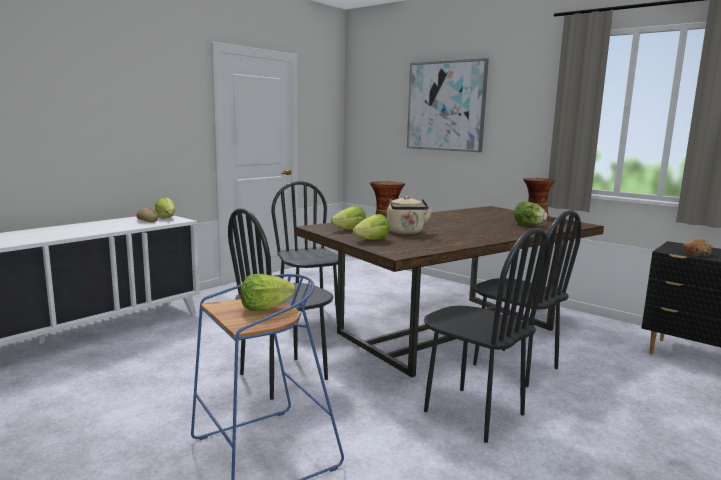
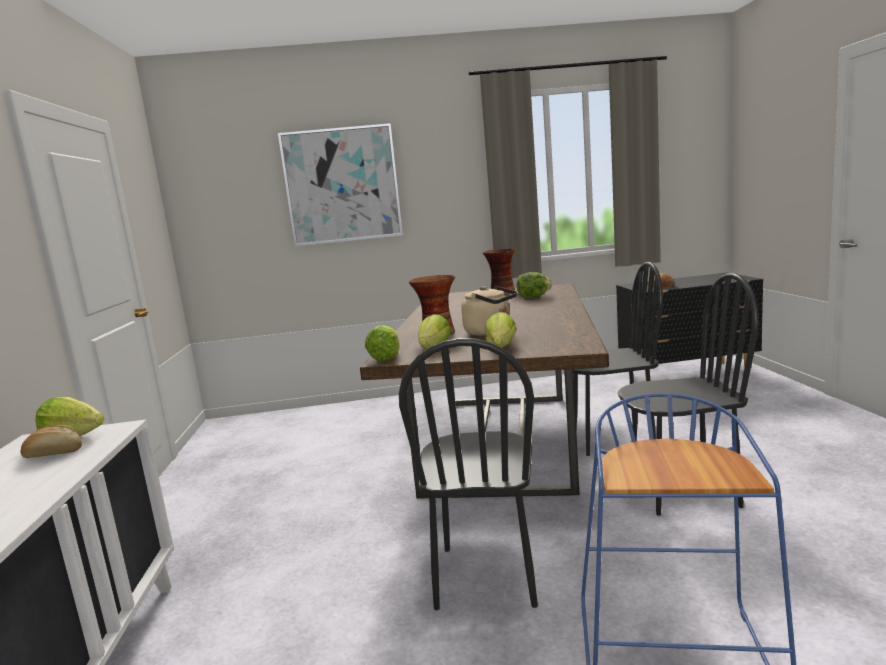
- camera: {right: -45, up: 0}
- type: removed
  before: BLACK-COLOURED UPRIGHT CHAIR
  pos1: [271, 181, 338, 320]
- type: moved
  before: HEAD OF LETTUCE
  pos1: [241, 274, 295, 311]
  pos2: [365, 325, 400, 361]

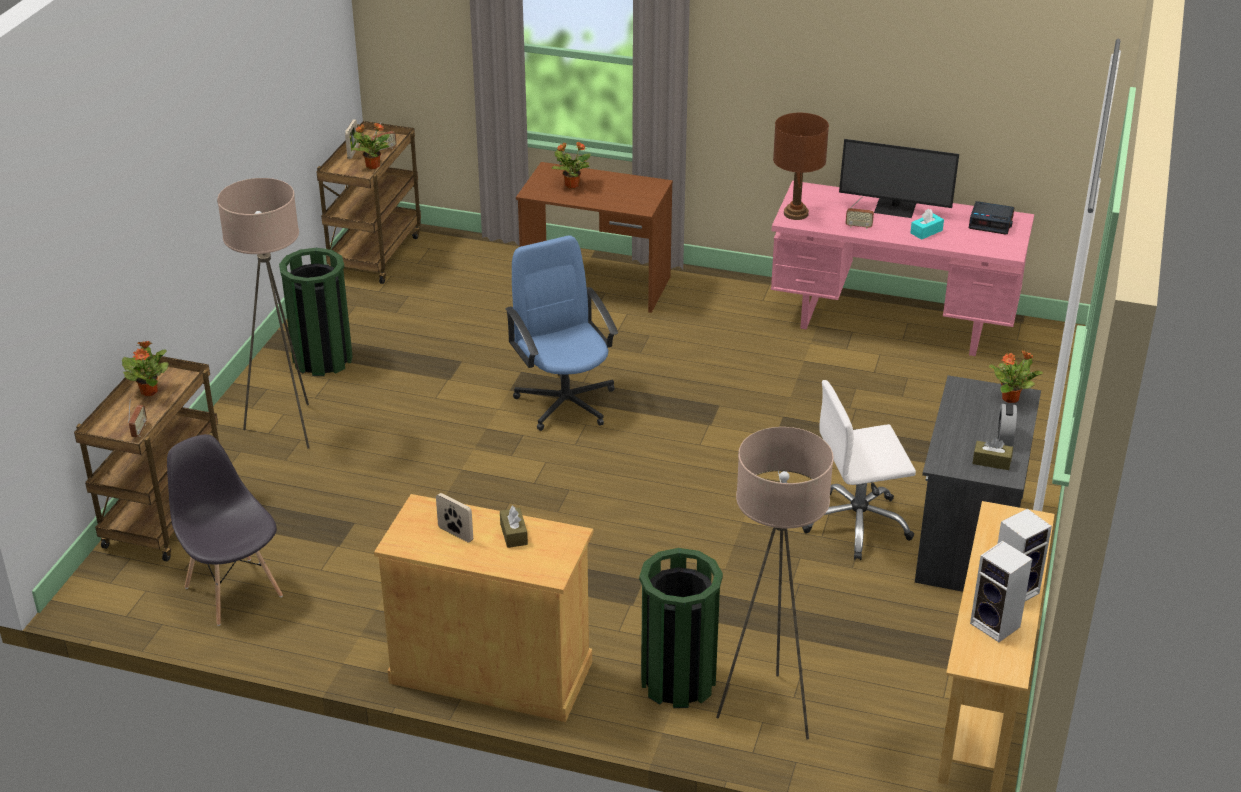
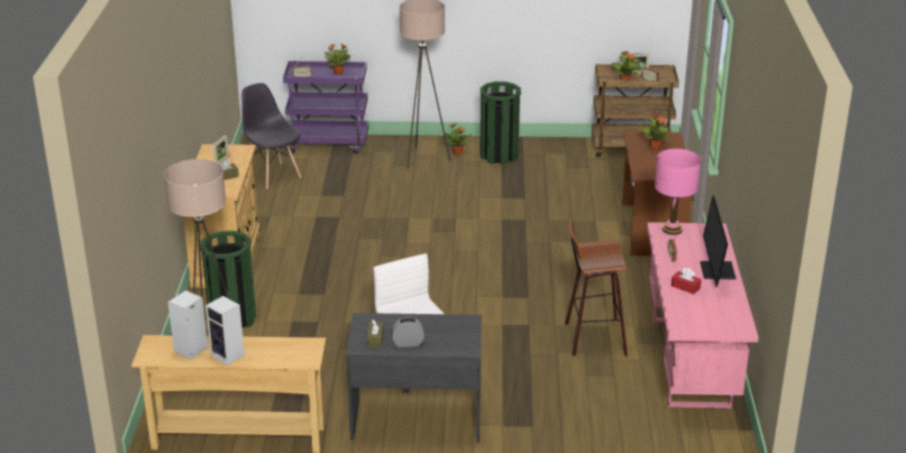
- camera: {right: 75, up: -5}
- type: recoloured
  before: BROWN TABLE LAMP
  after: PINK-COLOURED TABLE LAMP
  pos1: [773, 113, 829, 220]
  pos2: [655, 149, 701, 235]
- type: removed
  before: ALARM CLOCK
  pos1: [969, 201, 1015, 235]
- type: recoloured
  before: TURQUOISE TISSUE BOX
  after: REDDISH TISSUE BOX
  pos1: [910, 209, 944, 240]
  pos2: [671, 268, 701, 294]
- type: removed
  before: BLUE OFFICE CHAIR
  pos1: [505, 235, 618, 431]
- type: moved
  before: POTTED PLANT
  pos1: [989, 351, 1043, 403]
  pos2: [445, 123, 471, 155]
- type: recoloured
  before: BROWN CART
  after: PURPLISH CART
  pos1: [74, 355, 219, 561]
  pos2: [283, 61, 369, 154]
- type: turned
  before: GRAY UPRIGHT CHAIR
  pos1: [167, 434, 283, 626]
  pos2: [242, 83, 301, 189]
  turn: -75
- type: added
  after: SITTING STOOL
  pos2: [565, 219, 628, 357]

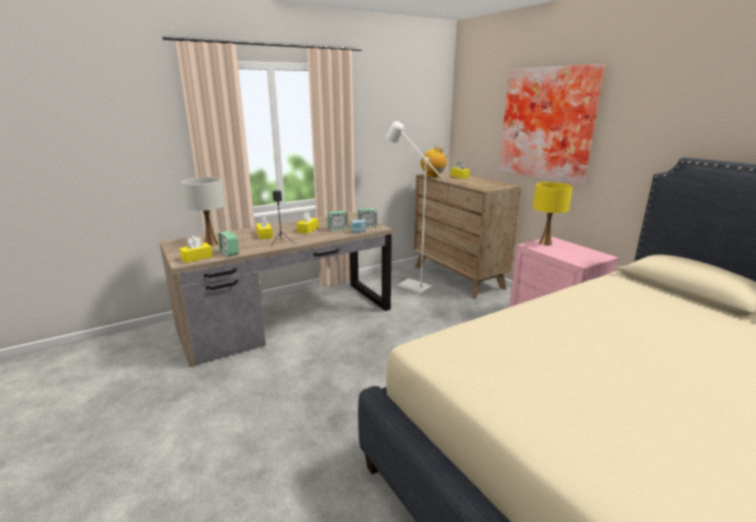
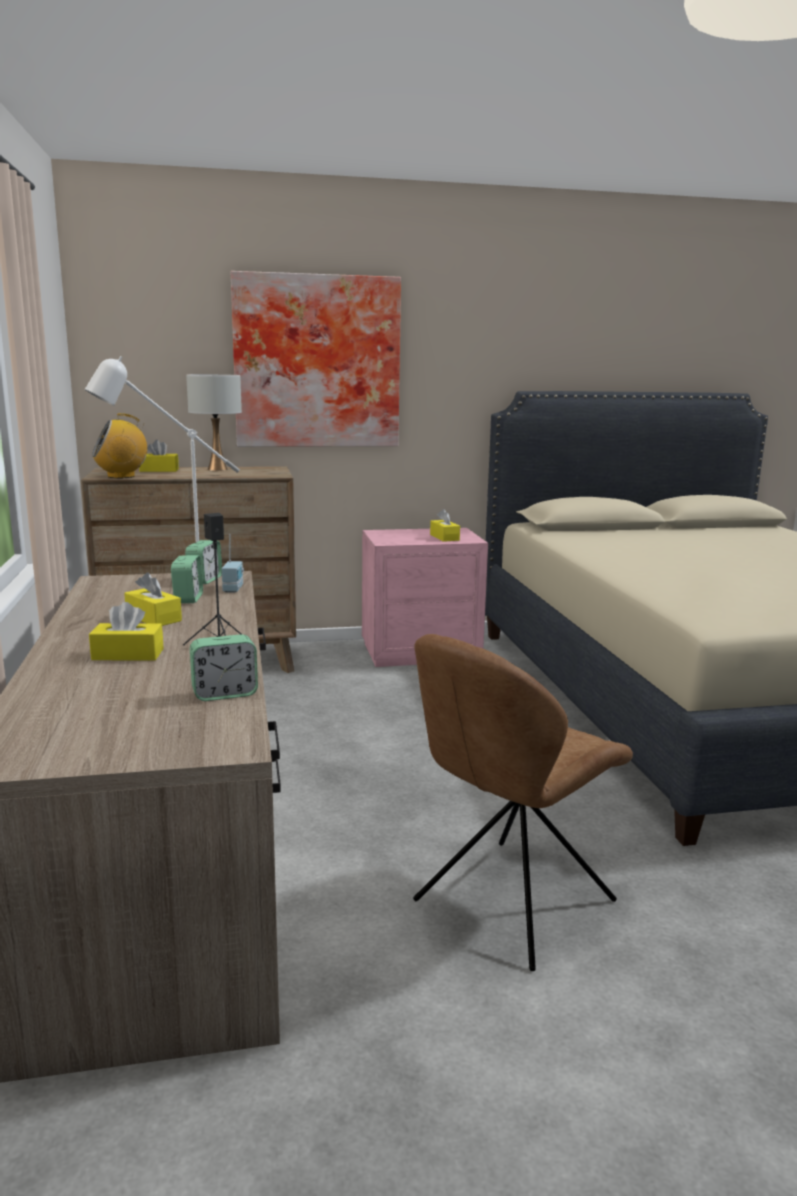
- camera: {right: -70, up: -5}
- type: moved
  before: WHITISH TABLE LAMP
  pos1: [181, 177, 225, 246]
  pos2: [186, 374, 242, 471]
- type: removed
  before: YELLOW-COLOURED TABLE LAMP
  pos1: [533, 182, 573, 246]
- type: moved
  before: YELLOW-COLOURED TISSUE BOX
  pos1: [179, 236, 213, 263]
  pos2: [430, 509, 460, 542]
- type: added
  after: BROWN UPRIGHT CHAIR
  pos2: [413, 634, 633, 971]

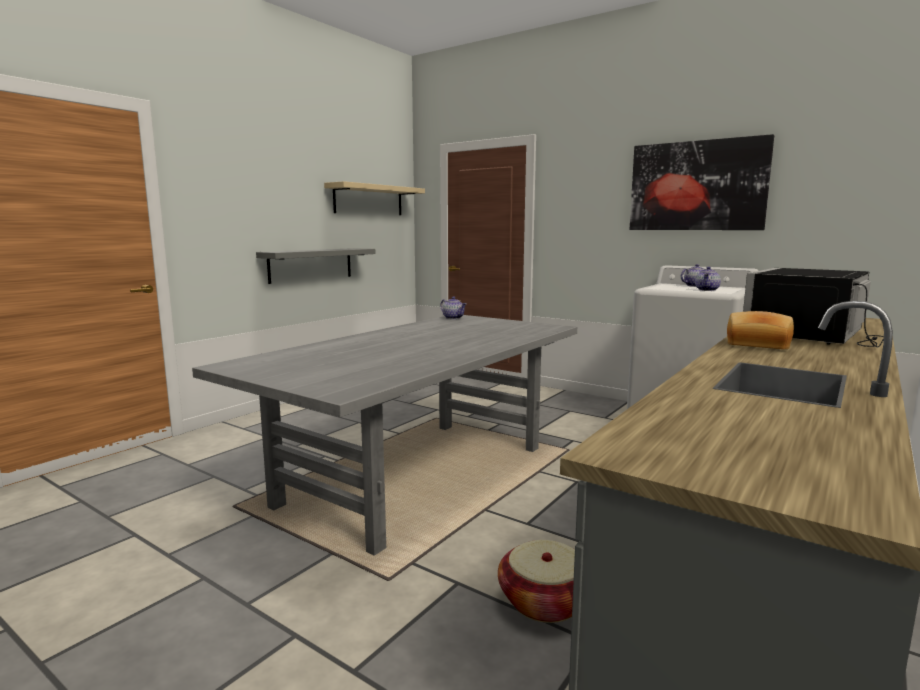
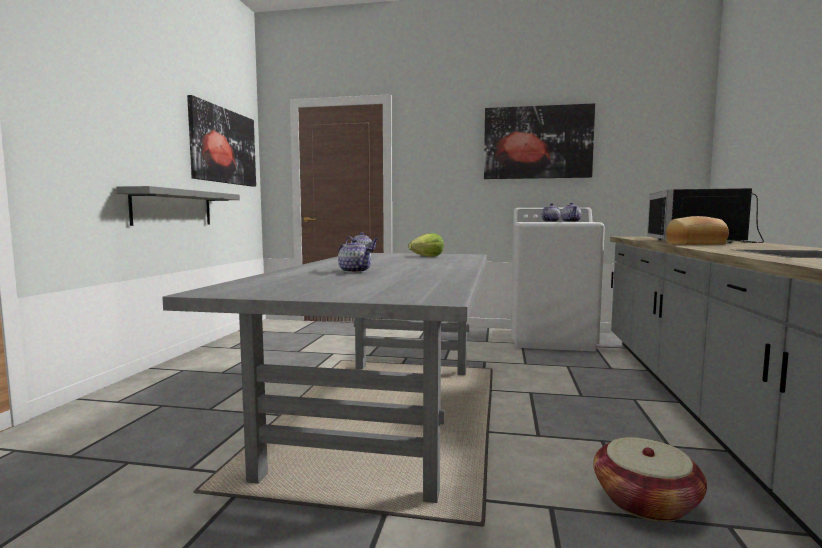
- camera: {right: -25, up: -5}
- type: replaced
  before: BEIGE BRACKET SHELF
  after: WALL PICTURE
  pos1: [324, 181, 425, 215]
  pos2: [187, 95, 256, 187]
- type: added
  after: HEAD OF LETTUCE
  pos2: [409, 233, 444, 257]
- type: added
  after: TEA POT
  pos2: [338, 239, 372, 273]

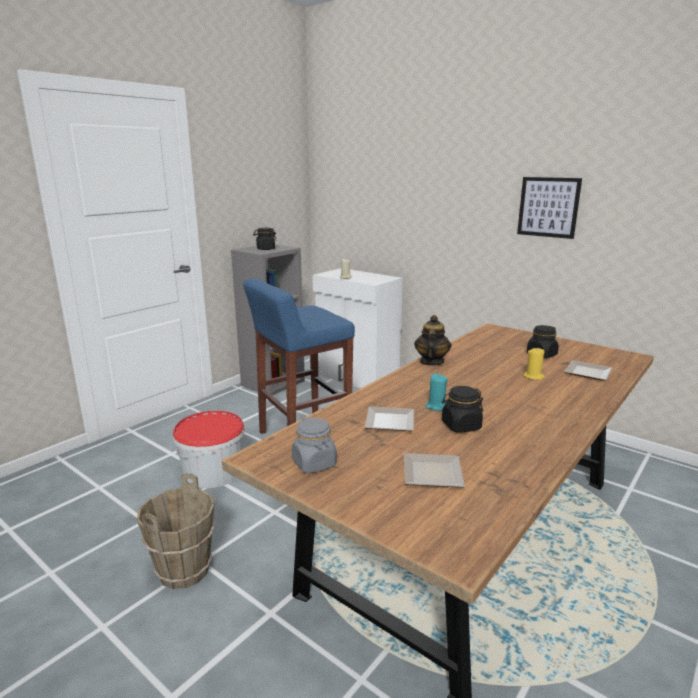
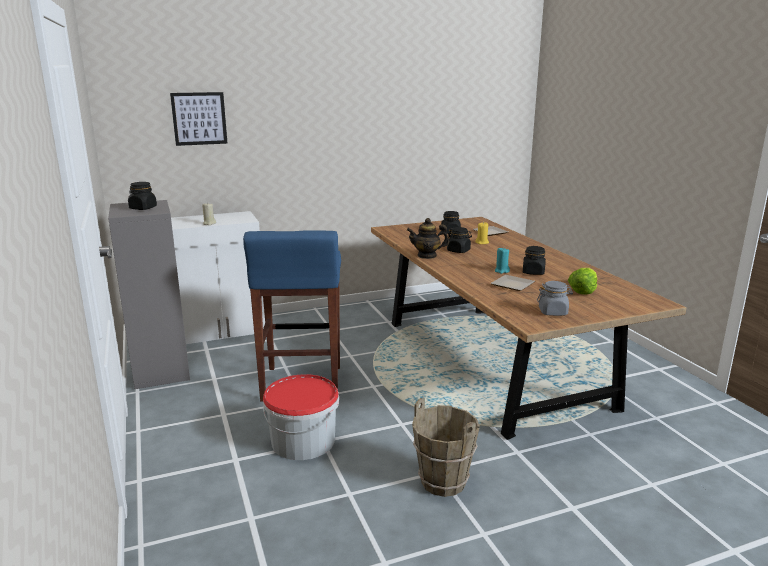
- camera: {right: -60, up: 0}
- type: moved
  before: WALL PICTURE
  pos1: [517, 177, 582, 239]
  pos2: [170, 92, 228, 146]
- type: turned
  before: TEA POT
  pos1: [414, 315, 452, 366]
  pos2: [407, 218, 449, 259]
  turn: -45
- type: replaced
  before: DINNER PLATE
  after: HEAD OF LETTUCE
  pos1: [404, 453, 465, 488]
  pos2: [568, 268, 597, 295]
- type: added
  after: BLACK-COLOURED JAR
  pos2: [447, 227, 472, 253]

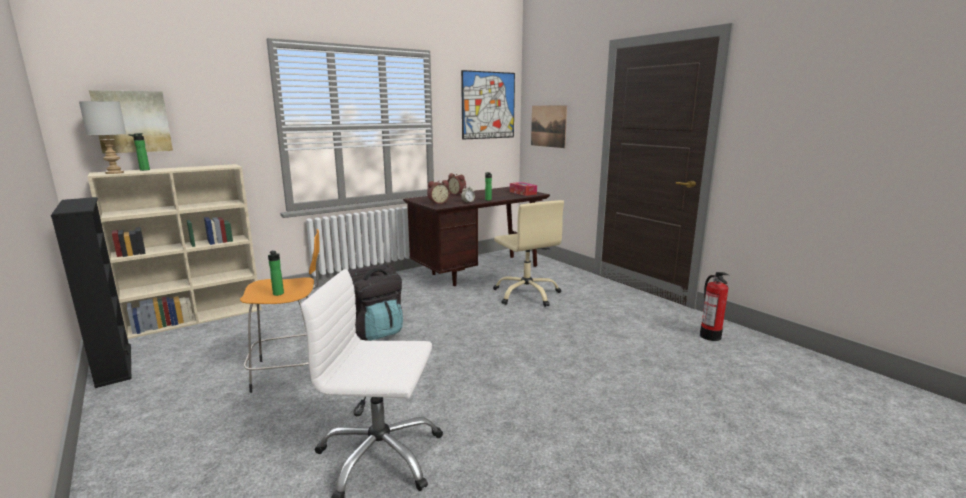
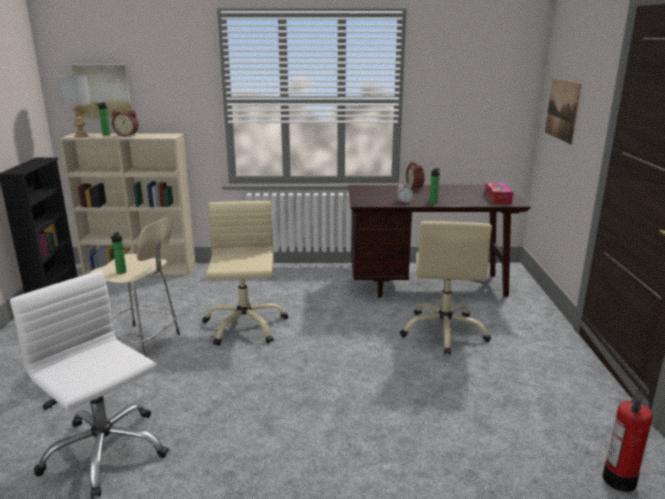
- camera: {right: 35, up: 5}
- type: removed
  before: WALL PICTURE
  pos1: [461, 70, 515, 140]
- type: moved
  before: ALARM CLOCK
  pos1: [427, 180, 450, 204]
  pos2: [112, 110, 139, 137]
- type: recoloured
  before: ORANGE-COLOURED SITTING STOOL
  after: BEIGE SITTING STOOL
  pos1: [240, 229, 320, 393]
  pos2: [90, 217, 180, 356]
- type: replaced
  before: BLACK-COLOURED BACKPACK
  after: BEIGE OFFICE CHAIR
  pos1: [348, 264, 403, 341]
  pos2: [202, 201, 288, 346]

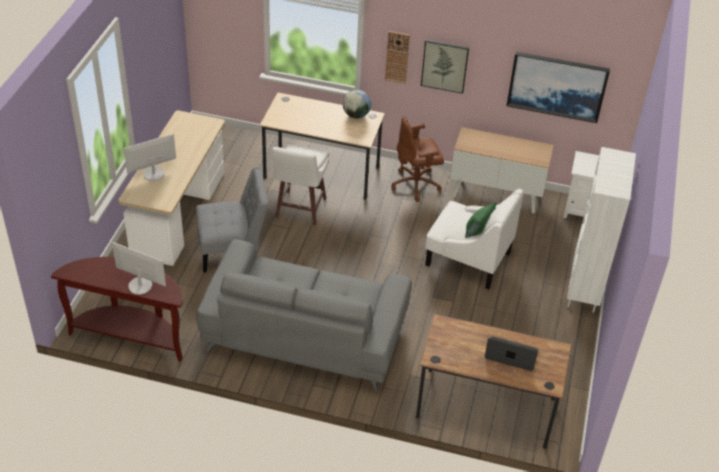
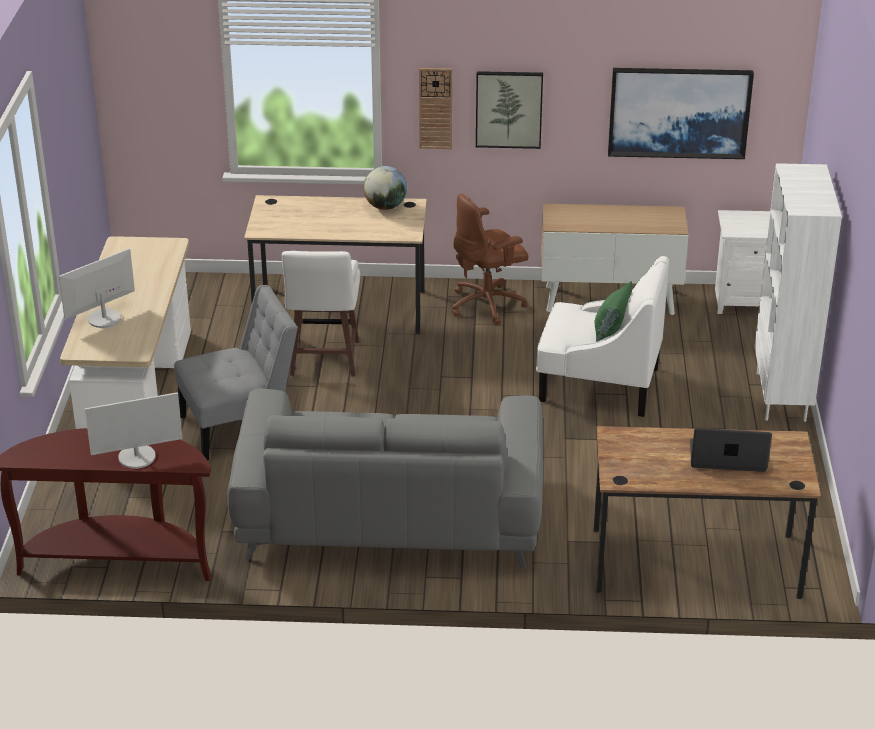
- camera: {right: -10, up: -10}
- type: turned
  before: MONITOR
  pos1: [112, 242, 166, 295]
  pos2: [85, 392, 183, 469]
  turn: 150

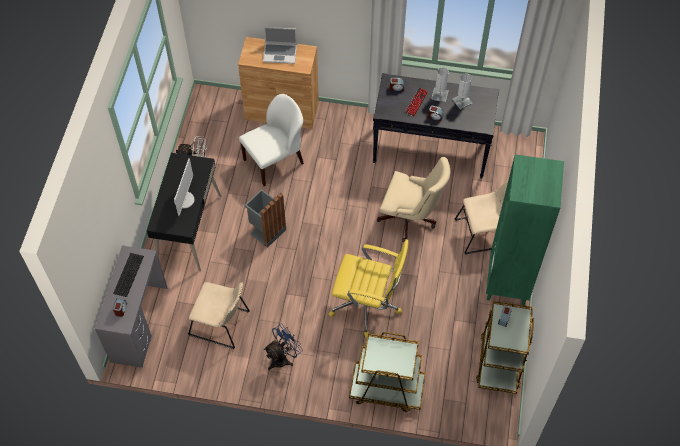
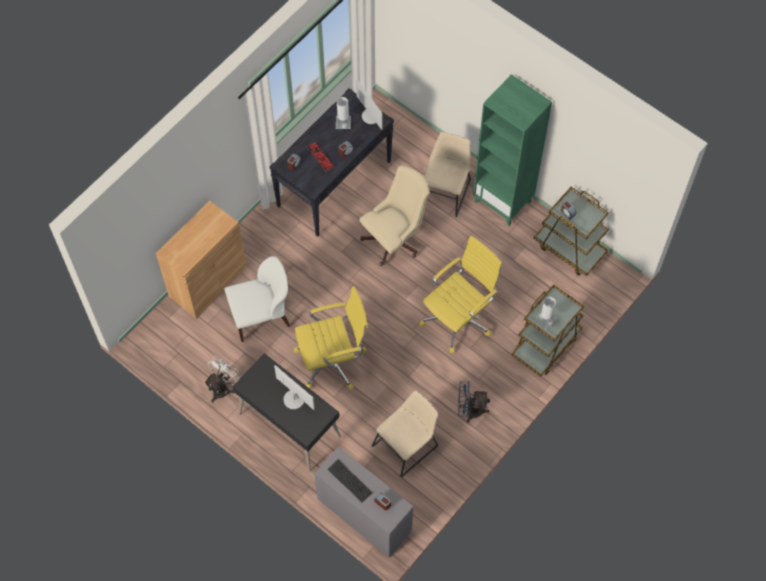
- camera: {right: -60, up: 5}
- type: removed
  before: PORTABLE COMPUTER
  pos1: [263, 27, 297, 64]
- type: moved
  before: WHITISH TABLE LAMP
  pos1: [431, 67, 449, 103]
  pos2: [535, 297, 557, 330]
- type: turned
  before: WHITISH UPRIGHT CHAIR
  pos1: [239, 94, 304, 186]
  pos2: [225, 256, 290, 342]
  turn: 75
- type: replaced
  before: GRAY TRASH CAN
  after: YELLOW-COLOURED OFFICE CHAIR
  pos1: [245, 189, 286, 248]
  pos2: [294, 286, 368, 390]
- type: turned
  before: BLUE ELECTRIC FAN
  pos1: [264, 324, 303, 370]
  pos2: [458, 381, 490, 423]
  turn: -75
- type: added
  after: MONITOR
  pos2: [356, 79, 383, 130]

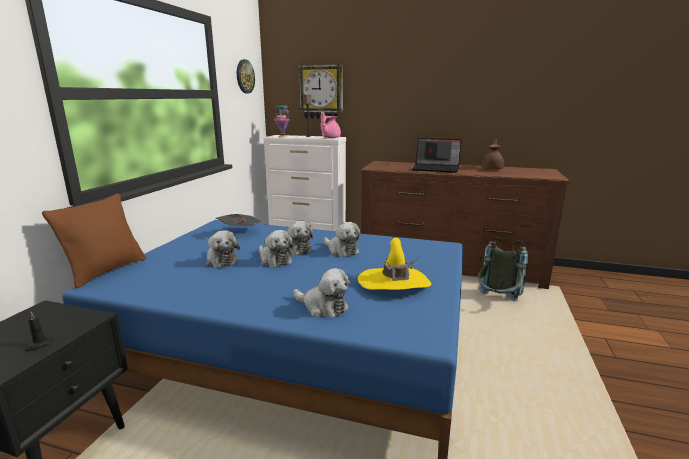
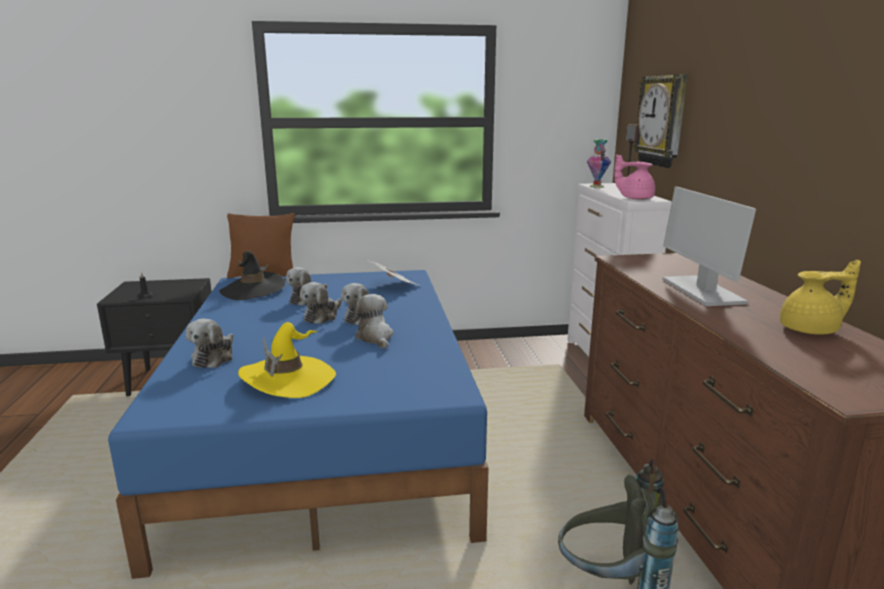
- camera: {right: 65, up: 0}
- type: removed
  before: CLOCK ON THE WALL
  pos1: [237, 59, 255, 94]
- type: replaced
  before: PORTABLE COMPUTER
  after: MONITOR
  pos1: [412, 138, 462, 173]
  pos2: [663, 187, 756, 306]
- type: recoloured
  before: BROWN TEA POT
  after: YELLOW-COLOURED TEA POT
  pos1: [482, 139, 504, 170]
  pos2: [780, 260, 861, 335]
- type: turned
  before: PLUSH TOY
  pos1: [324, 222, 361, 257]
  pos2: [351, 294, 394, 349]
  turn: 135
- type: added
  after: BLACK-COLOURED CLOTHING HAT
  pos2: [219, 251, 286, 300]

